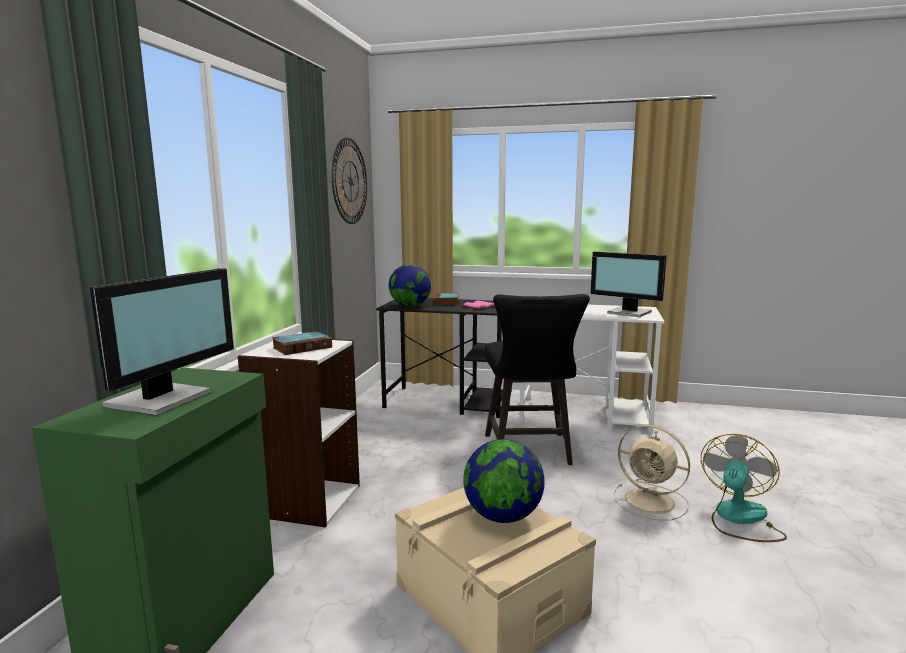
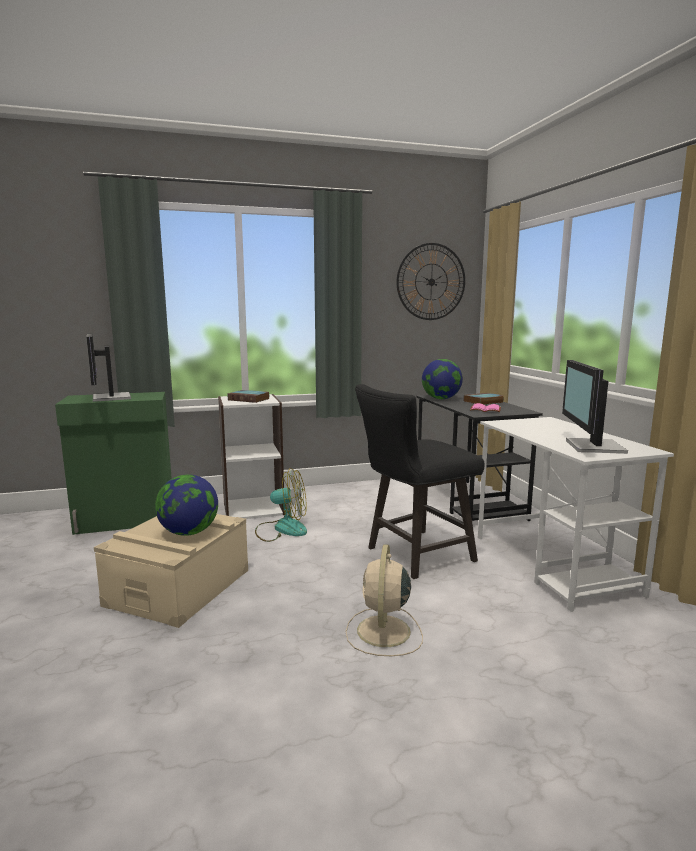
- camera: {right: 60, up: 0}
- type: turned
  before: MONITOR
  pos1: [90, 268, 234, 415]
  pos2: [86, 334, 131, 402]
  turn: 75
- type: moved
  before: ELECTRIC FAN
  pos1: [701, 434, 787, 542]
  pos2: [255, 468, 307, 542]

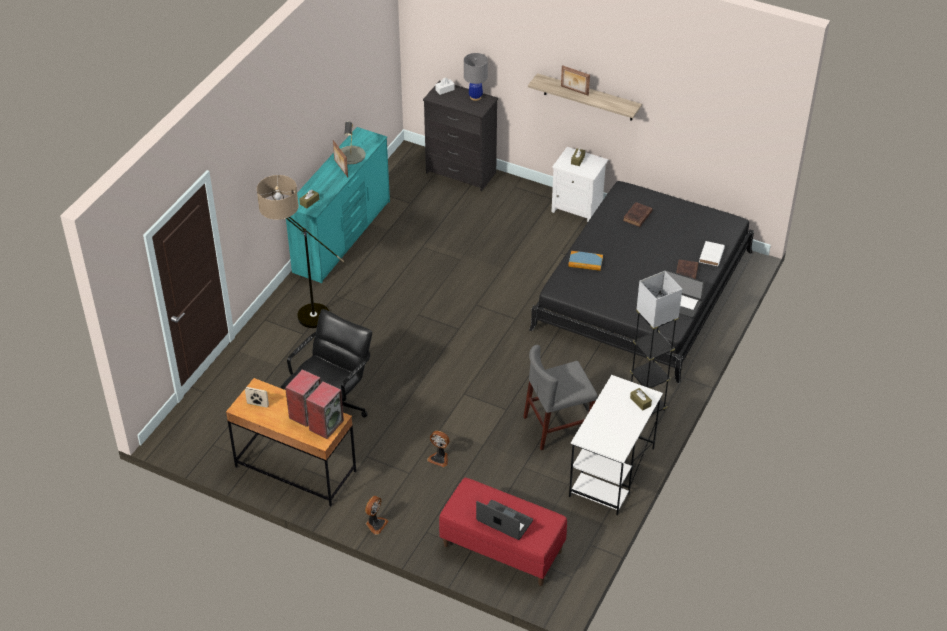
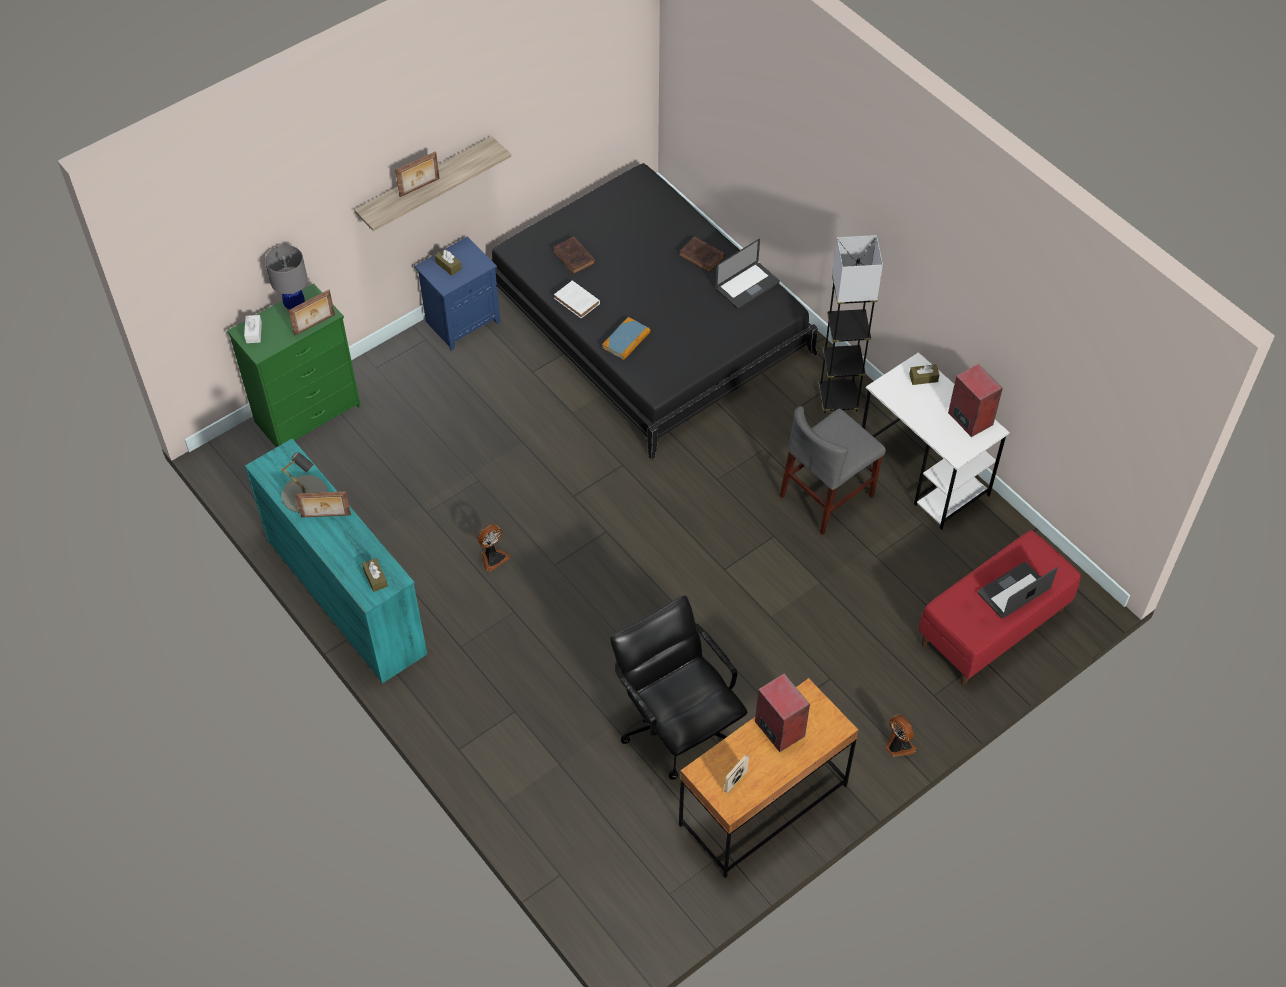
- camera: {right: -65, up: 10}
- type: recoloured
  before: BLACK-COLOURED DRESSER
  after: GREENISH DRESSER
  pos1: [423, 80, 498, 191]
  pos2: [227, 284, 361, 447]
- type: recoloured
  before: WHITISH NIGHT TABLE
  after: BLUE NIGHT TABLE
  pos1: [552, 147, 608, 222]
  pos2: [414, 236, 500, 351]
- type: removed
  before: STANDING LAMP
  pos1: [257, 175, 344, 328]
- type: moved
  before: WHITISH VOLUME
  pos1: [699, 241, 725, 266]
  pos2: [554, 280, 600, 318]
- type: turned
  before: GRAY UPRIGHT CHAIR
  pos1: [523, 345, 598, 450]
  pos2: [780, 406, 886, 535]
  turn: 45
- type: moved
  before: AUDIO SPEAKER
  pos1: [306, 381, 344, 439]
  pos2: [948, 364, 1003, 437]
- type: moved
  before: ELECTRIC FAN
  pos1: [427, 431, 449, 467]
  pos2: [477, 524, 510, 571]
- type: added
  after: PHOTO FRAME
  pos2: [288, 290, 335, 336]

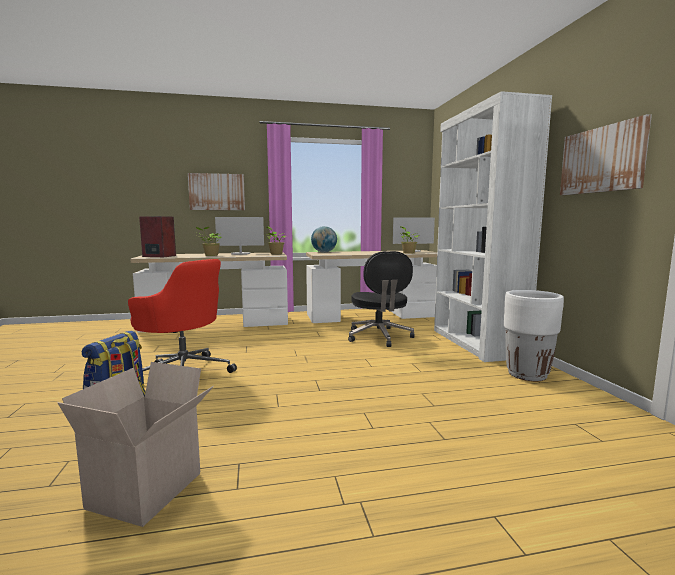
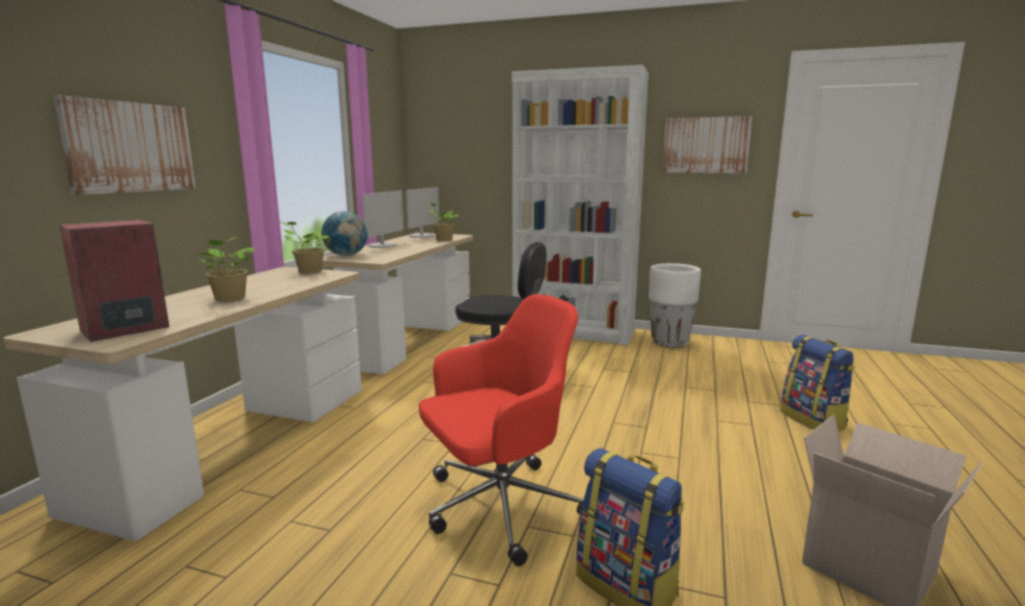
- camera: {right: -60, up: 5}
- type: moved
  before: MONITOR
  pos1: [215, 217, 264, 255]
  pos2: [362, 191, 404, 248]
- type: added
  after: BACKPACK
  pos2: [780, 335, 855, 432]

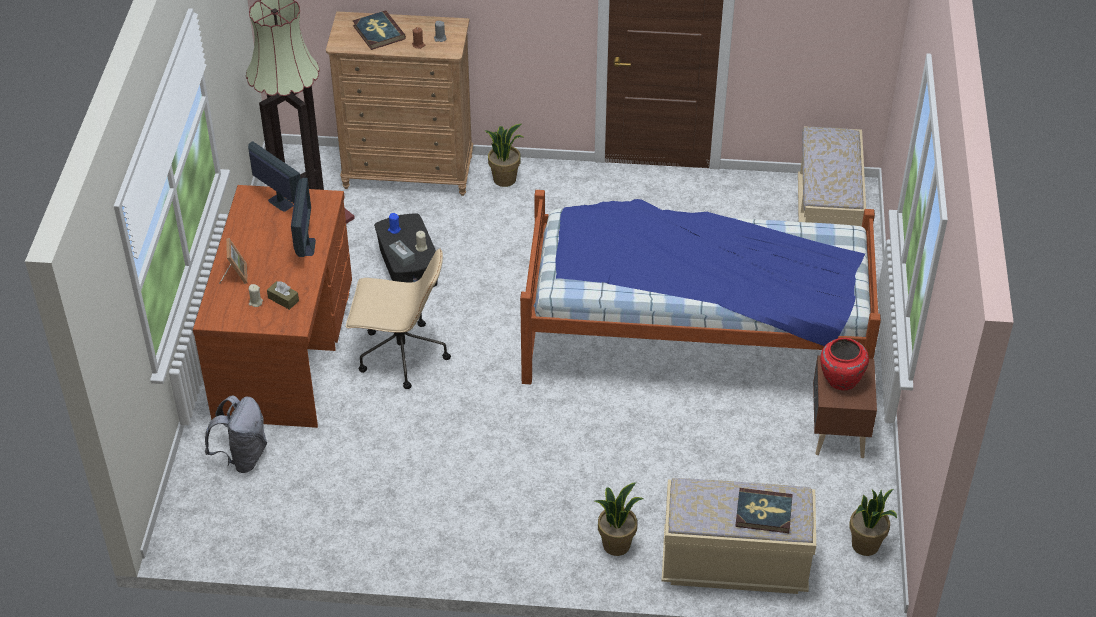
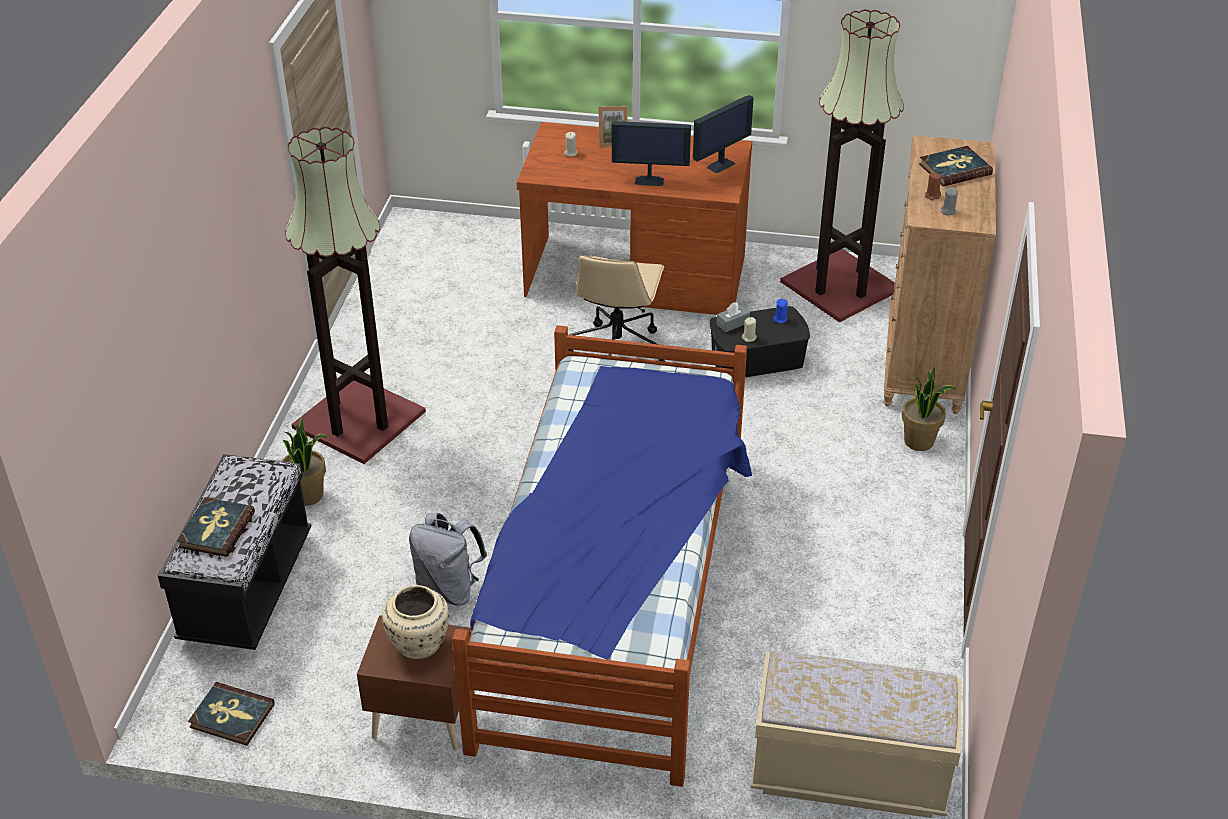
- camera: {right: 95, up: -5}
- type: removed
  before: BROWN TISSUE BOX
  pos1: [267, 281, 299, 310]
- type: recoloured
  before: REDDISH DECORATIVE VASE
  after: BEIGE DECORATIVE VASE
  pos1: [820, 338, 869, 390]
  pos2: [382, 585, 449, 659]
- type: moved
  before: GRAY BACKPACK
  pos1: [205, 395, 267, 473]
  pos2: [409, 513, 487, 606]
- type: recoloured
  before: BEIGE INDOOR BENCH
  after: BLACK-COLOURED INDOOR BENCH
  pos1: [662, 478, 816, 594]
  pos2: [158, 454, 312, 650]
- type: replaced
  before: POTTED PLANT
  after: VOLUME
  pos1: [849, 489, 897, 556]
  pos2: [188, 682, 274, 746]
- type: added
  after: STANDING LAMP
  pos2: [285, 127, 426, 464]

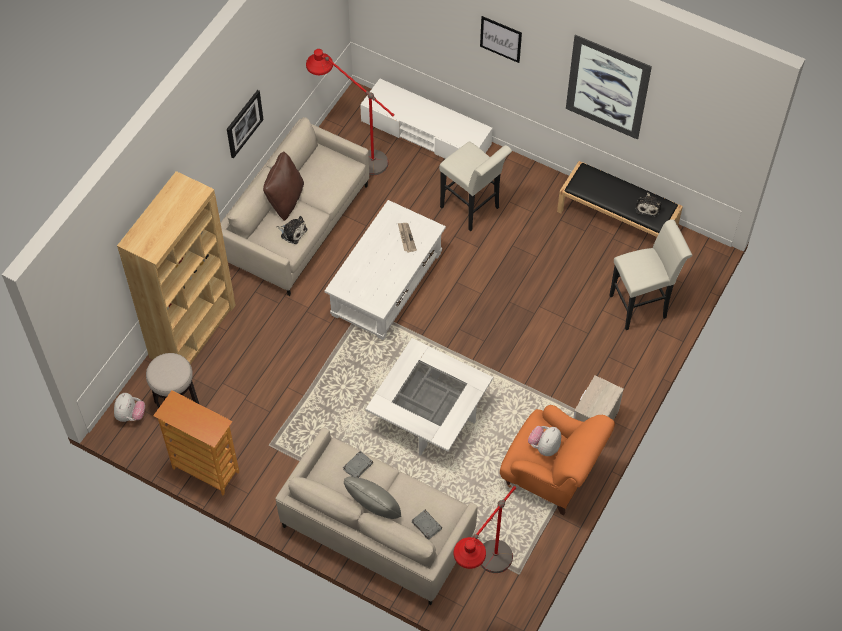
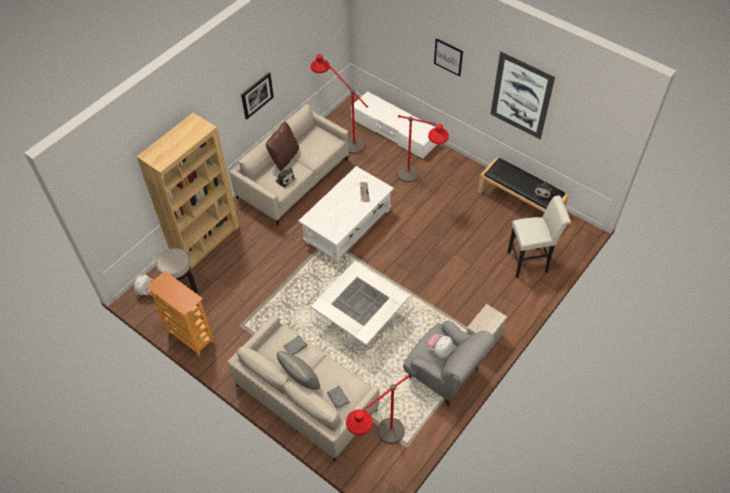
- camera: {right: 10, up: -5}
- type: replaced
  before: WHITISH SITTING STOOL
  after: REDDISH STANDING LAMP
  pos1: [439, 141, 512, 231]
  pos2: [397, 115, 449, 183]
- type: recoloured
  before: ORANGE-COLOURED ARMCHAIR
  after: GRAY ARMCHAIR
  pos1: [500, 405, 615, 516]
  pos2: [403, 320, 495, 407]

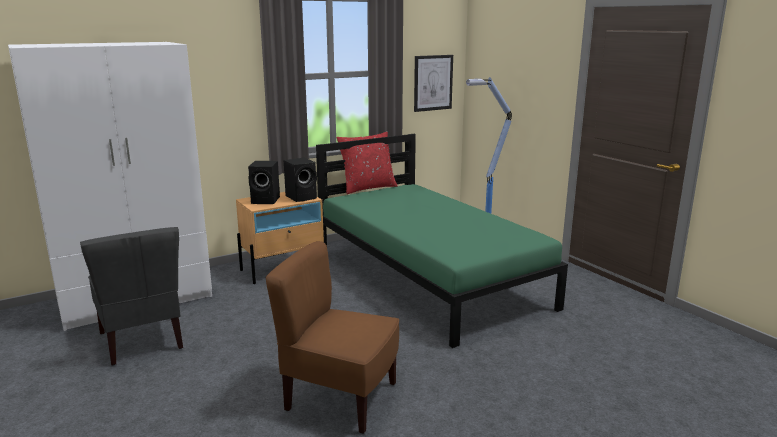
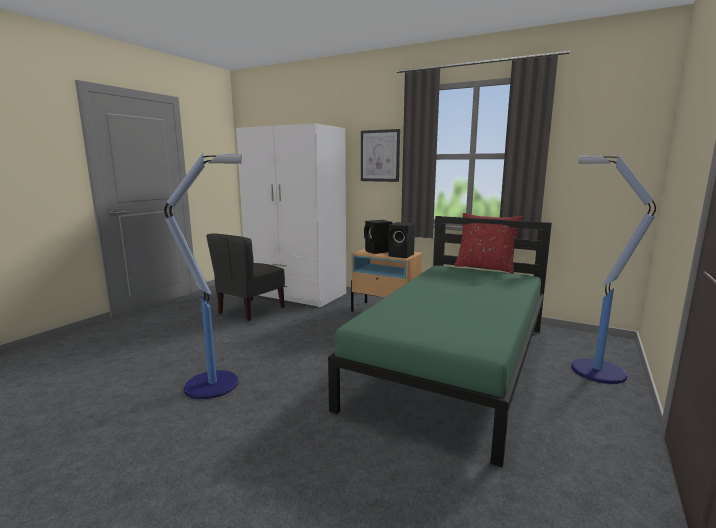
- camera: {right: 60, up: -5}
- type: moved
  before: WALL PICTURE
  pos1: [414, 55, 453, 112]
  pos2: [361, 129, 400, 182]
- type: replaced
  before: BROWN UPRIGHT CHAIR
  after: STANDING LAMP
  pos1: [266, 241, 399, 434]
  pos2: [164, 153, 242, 399]

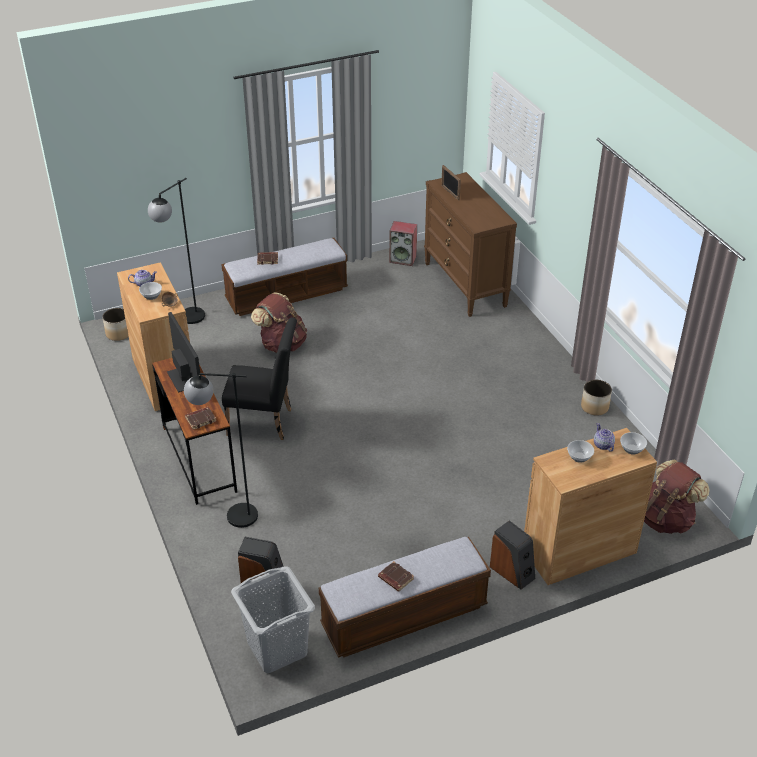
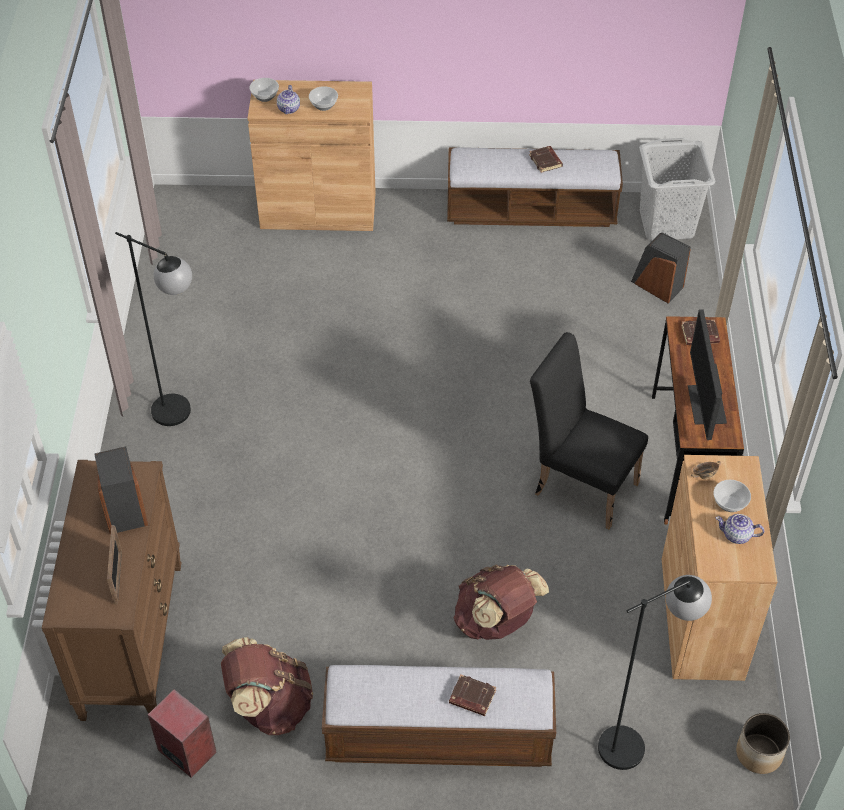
- camera: {right: -155, up: 10}
- type: moved
  before: BLACK-COLOURED STANDING LAMP
  pos1: [184, 373, 258, 528]
  pos2: [115, 232, 192, 426]
- type: removed
  before: PLANT POT
  pos1: [581, 380, 612, 416]
- type: moved
  before: BROWN BACKPACK
  pos1: [644, 459, 710, 534]
  pos2: [221, 637, 313, 735]
- type: moved
  before: AUDIO SPEAKER
  pos1: [490, 520, 535, 589]
  pos2: [95, 446, 148, 534]

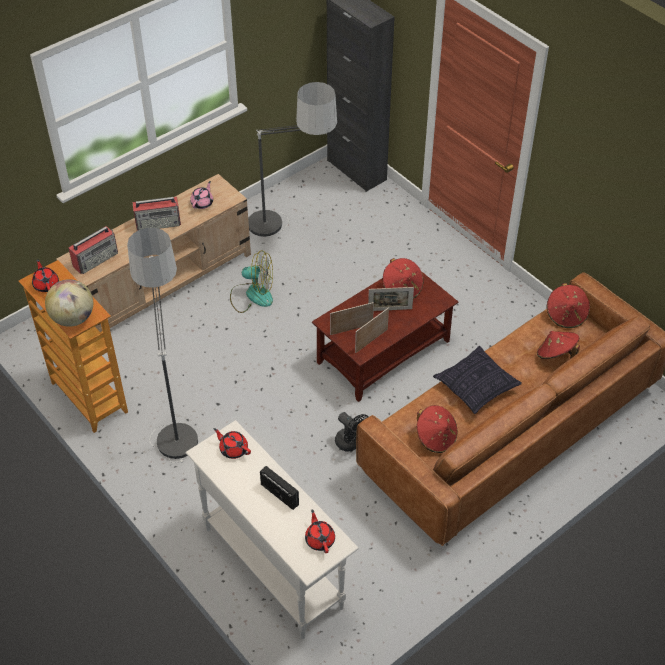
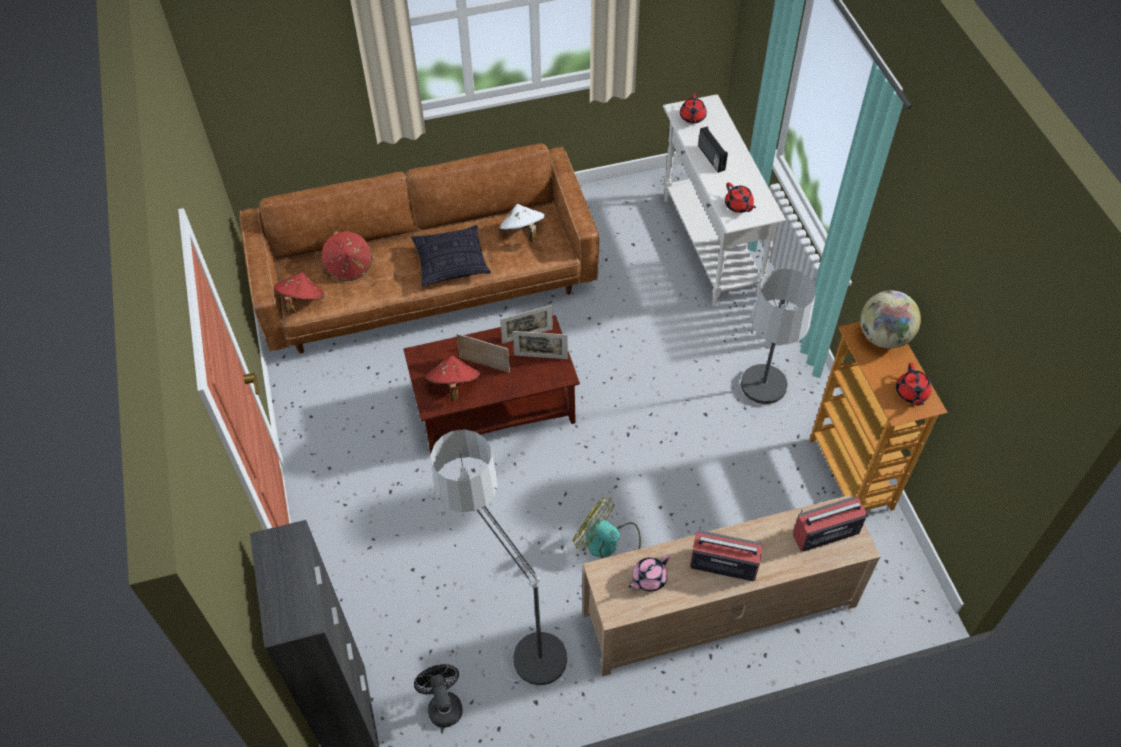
- camera: {right: -155, up: 5}
- type: recoloured
  before: REDDISH CLOTHING HAT
  after: WHITISH CLOTHING HAT
  pos1: [417, 405, 457, 453]
  pos2: [499, 204, 545, 242]
- type: moved
  before: BLACK-COLOURED ELECTRIC FAN
  pos1: [335, 412, 369, 452]
  pos2: [414, 664, 463, 728]

